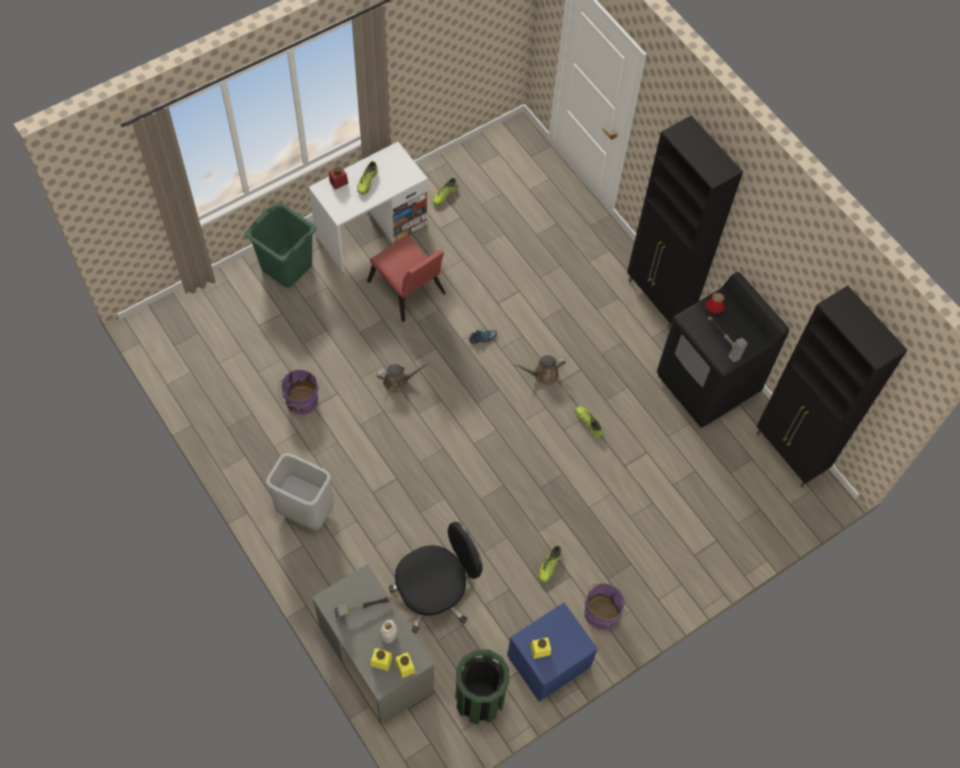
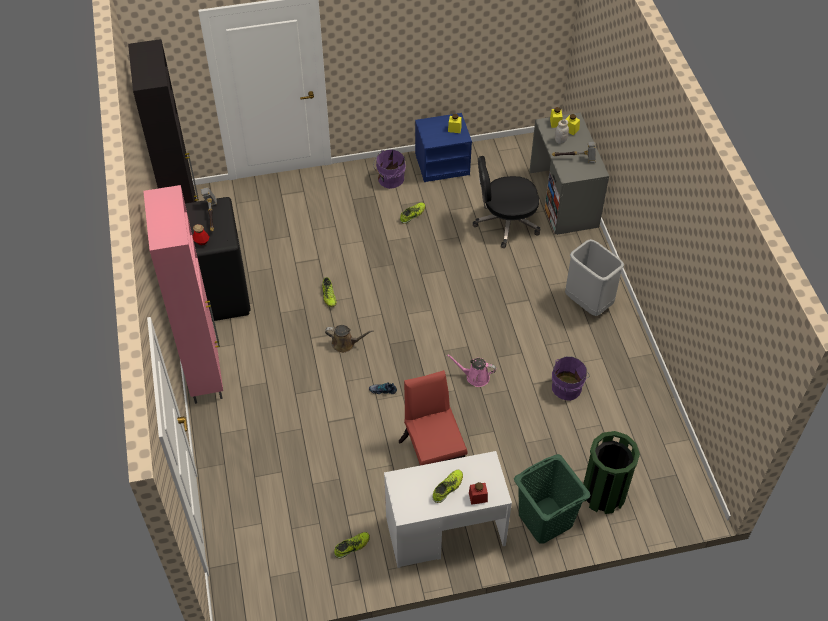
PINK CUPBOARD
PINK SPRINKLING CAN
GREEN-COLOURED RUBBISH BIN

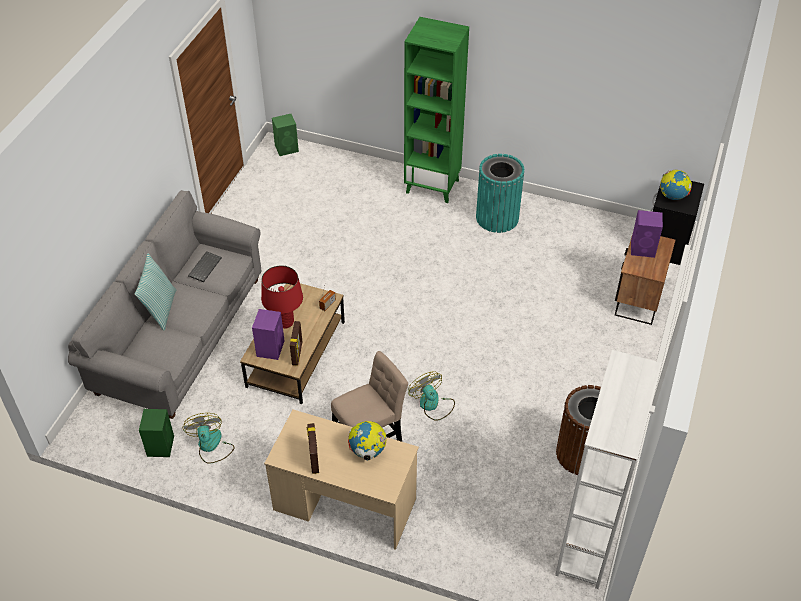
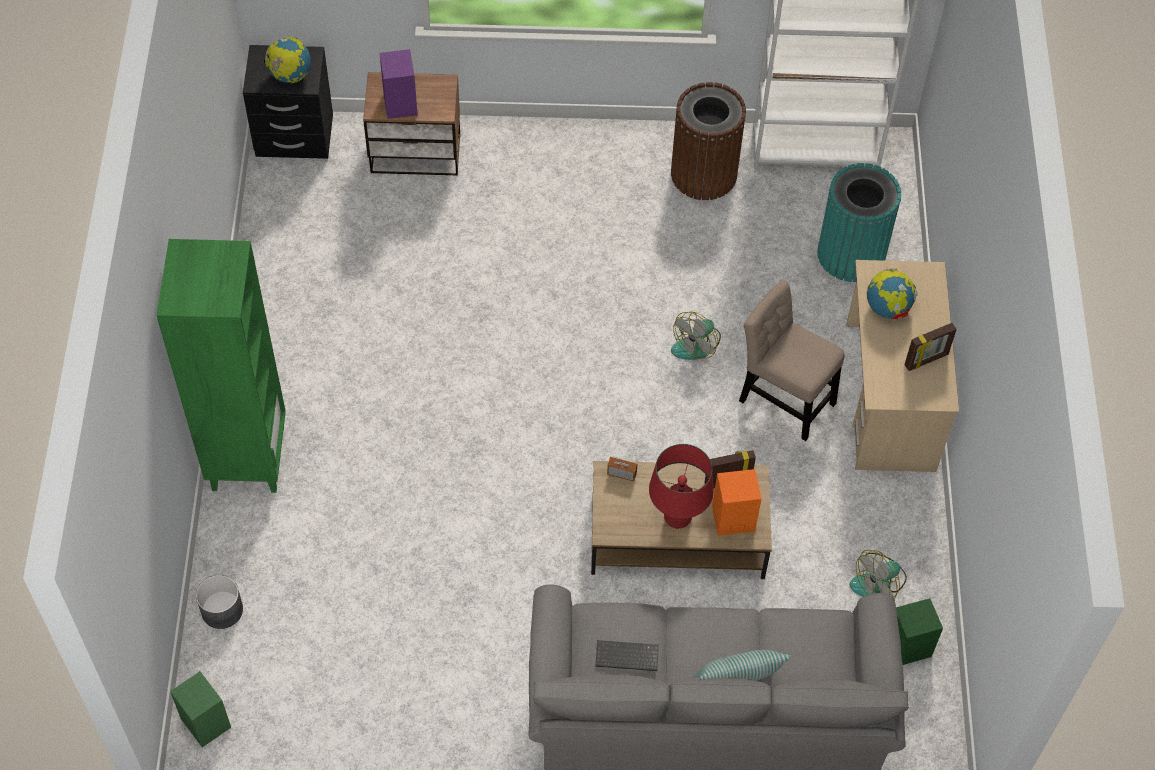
GREYISH PLANTER
ORANGE-COLOURED AUDIO SPEAKER
TURQUOISE-COLOURED RUBBISH BIN

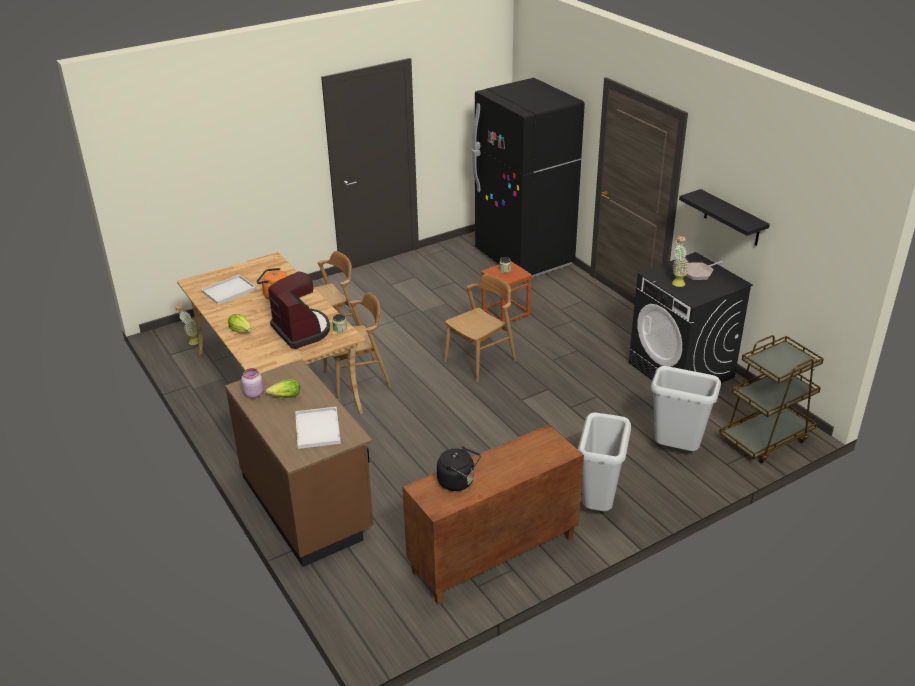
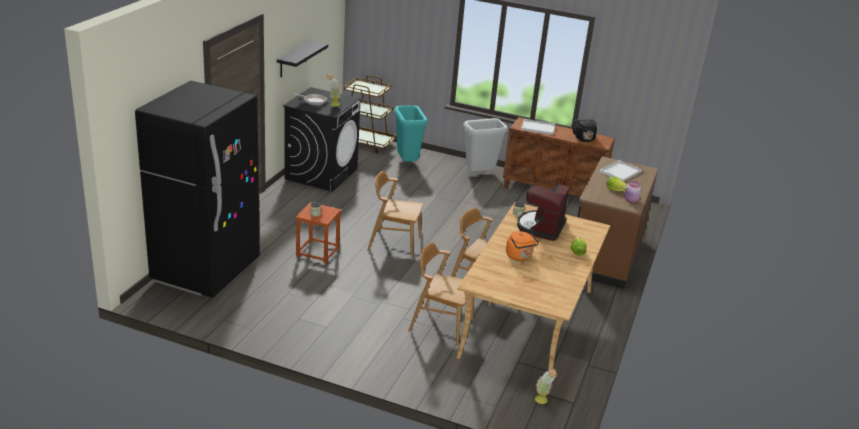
TURQUOISE-COLOURED RUBBISH BIN
WHITISH SERVING TRAY (no. 1 from left)

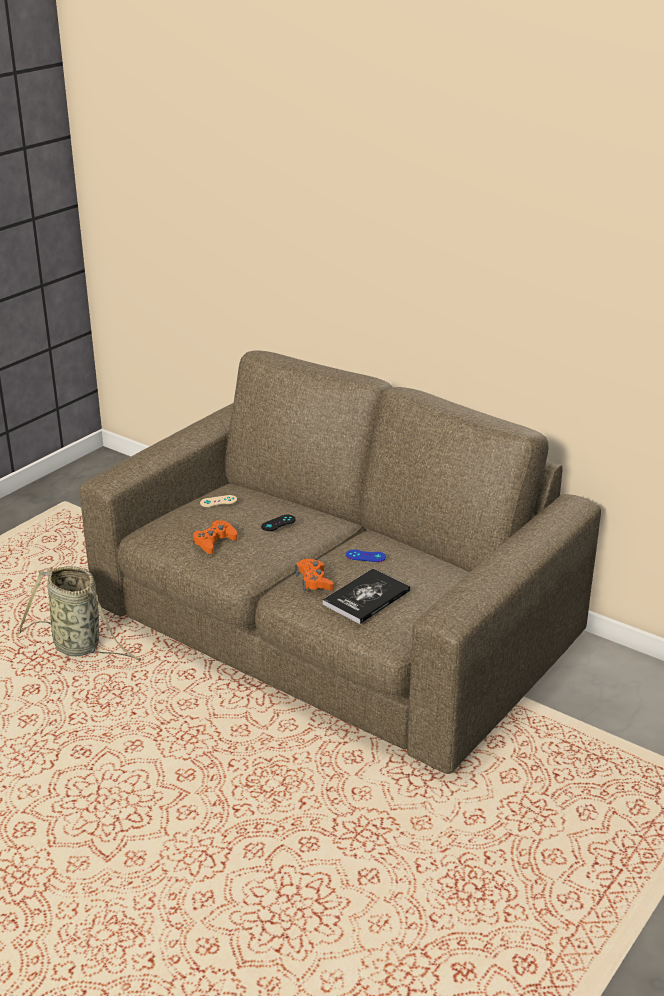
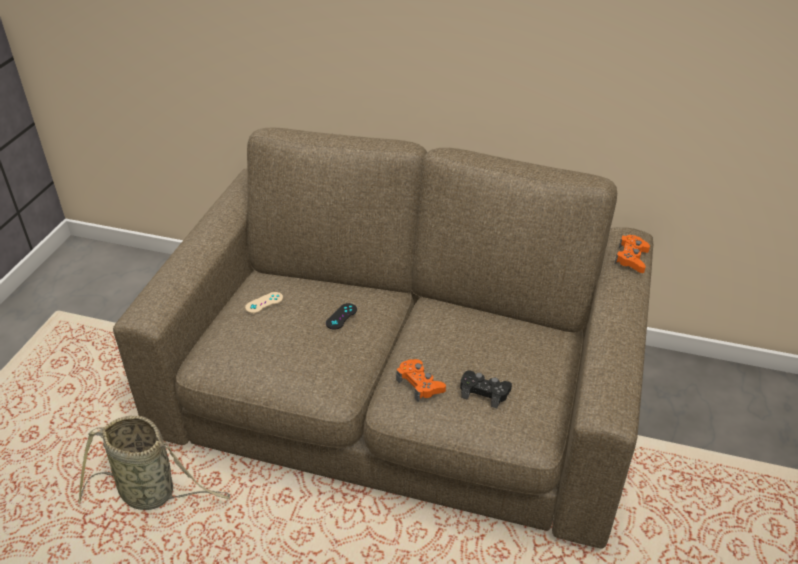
BLACK JOYPAD (no. 2 from left)
ORANGE-COLOURED JOYPAD (no. 2 from left)
BLUISH JOYPAD

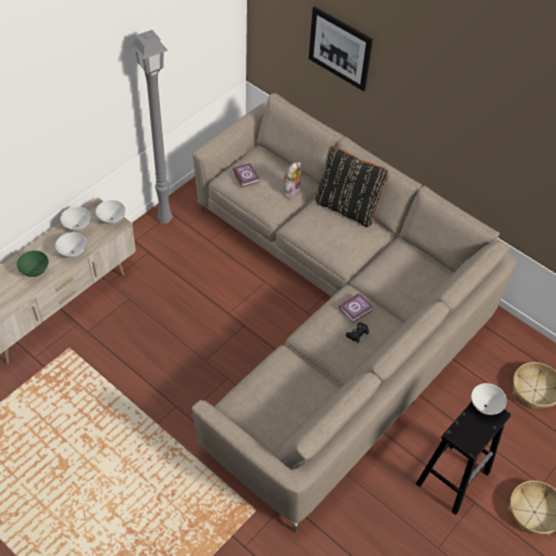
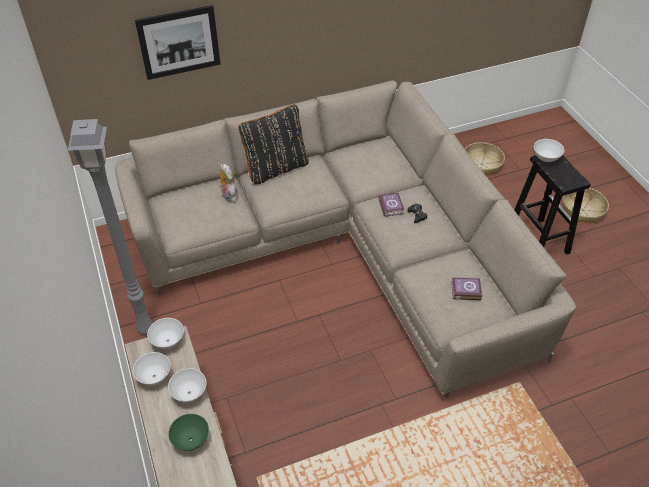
BOUND BOOK (no. 2 from left)

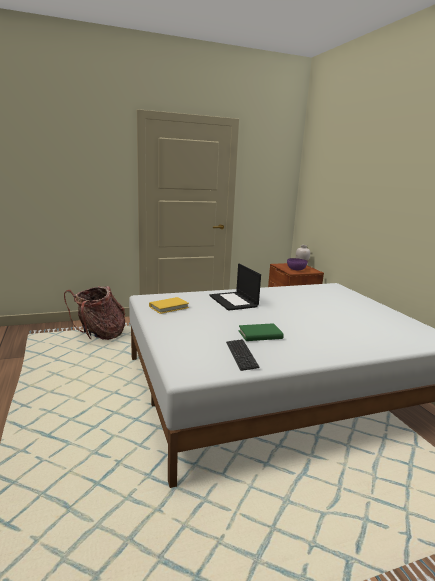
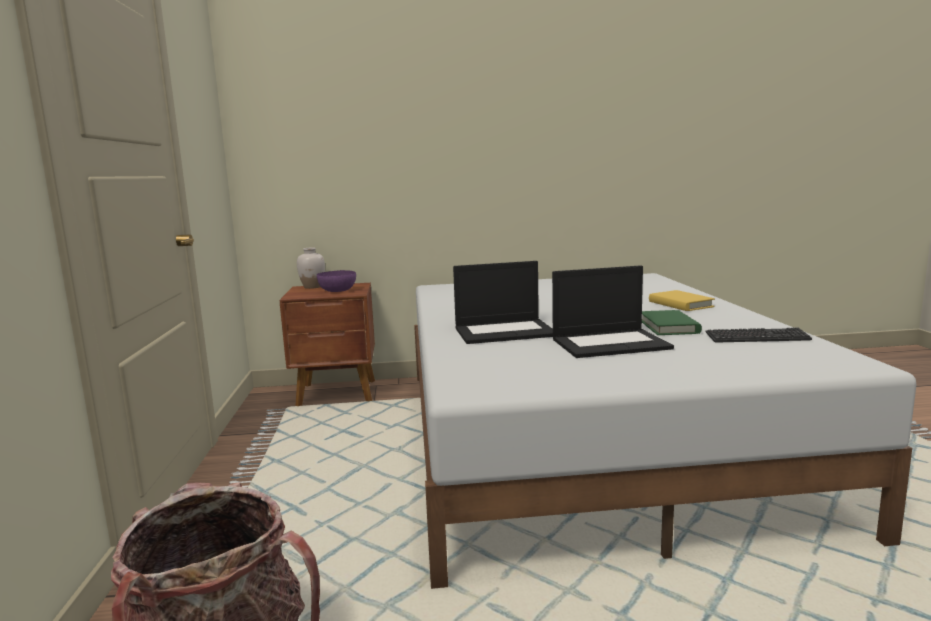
NOTEBOOK COMPUTER (no. 2 from left)
YELLOWISH BOUND BOOK

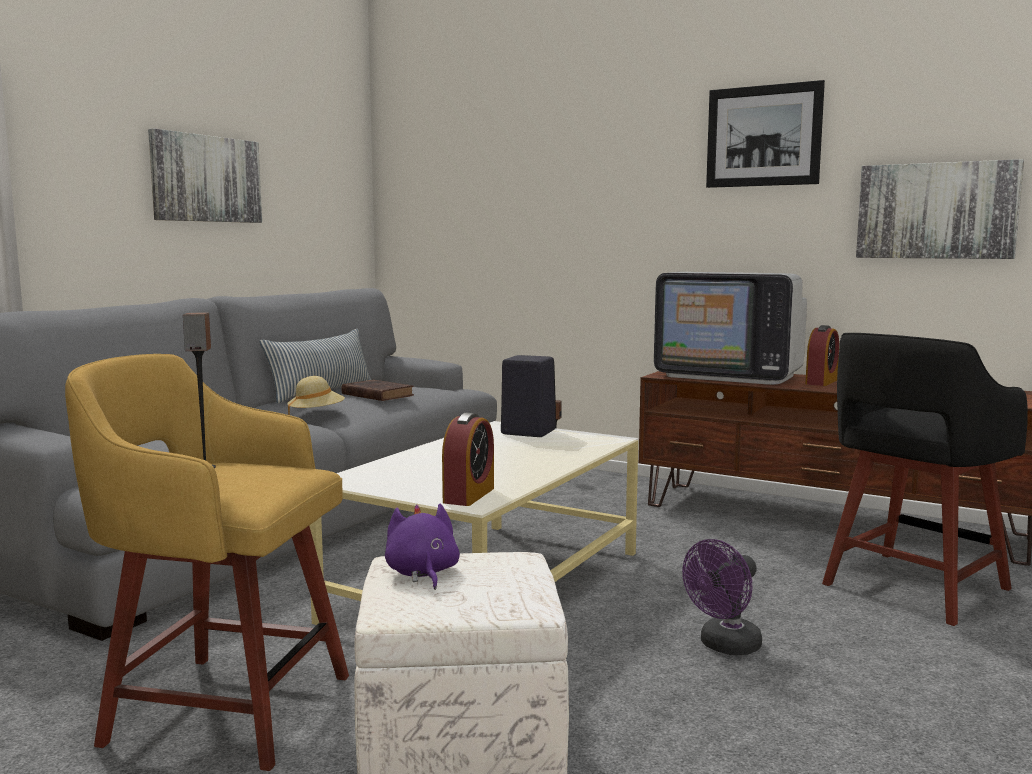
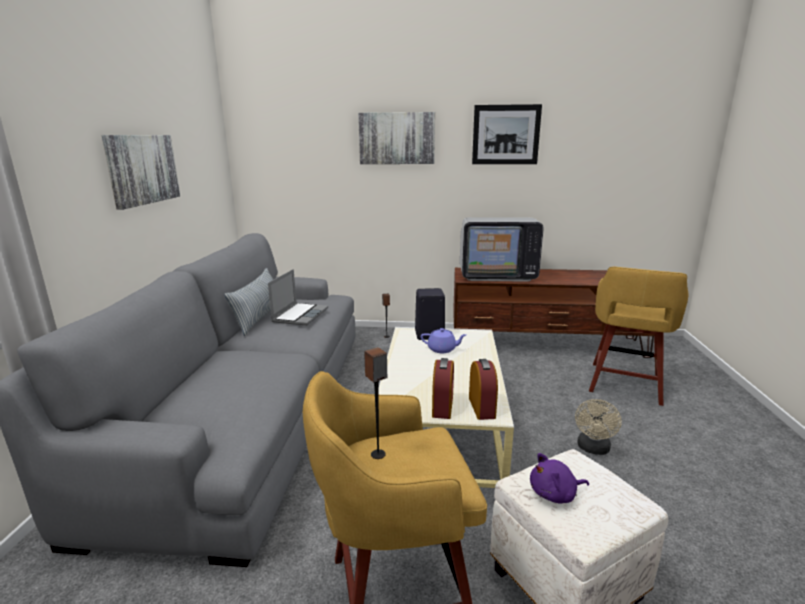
NOTEBOOK COMPUTER
PICTURE (no. 2 from left)
PURPLISH TEA POT
ALARM CLOCK (no. 1 from left)
PURPLISH CUDDLY TOY
BEIGE-COLOURED ELECTRIC FAN
YELLOWISH STOOL SEAT (no. 2 from left)
BEIGE-COLOURED CLOTHING HAT

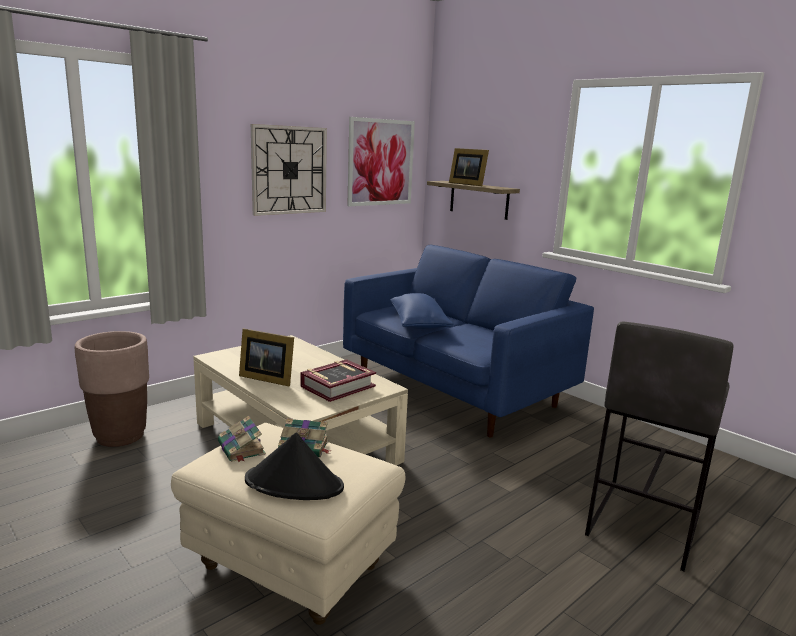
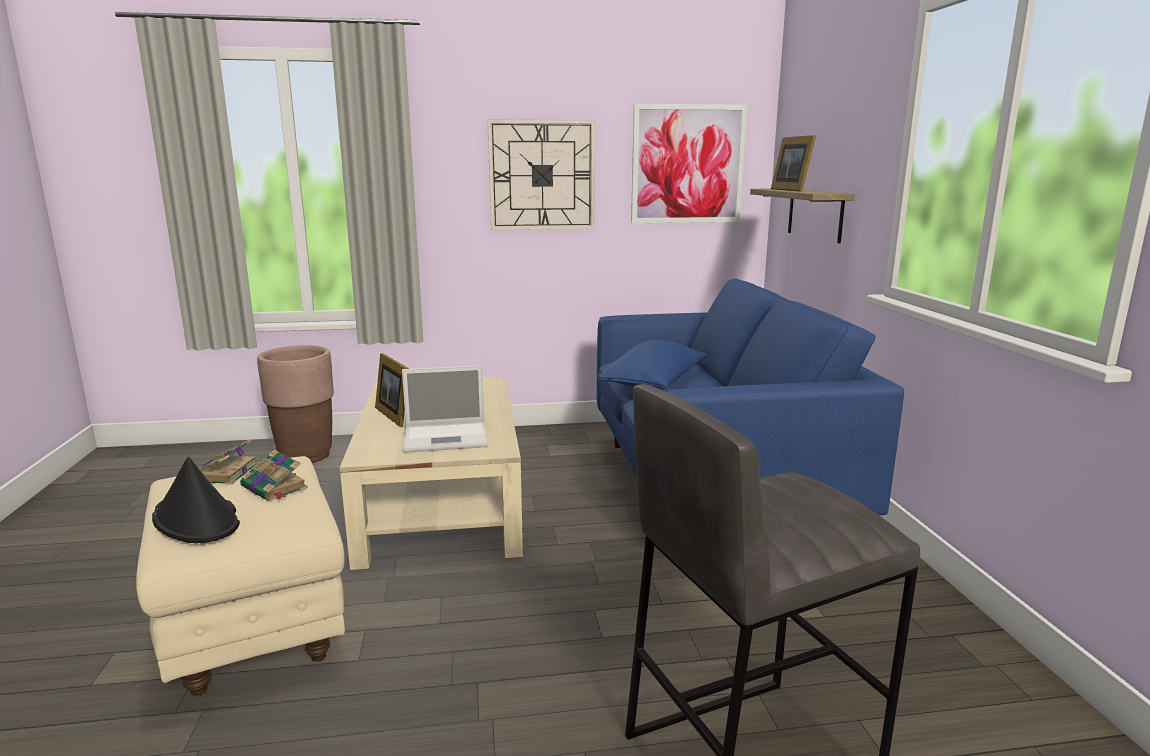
NOTEBOOK COMPUTER

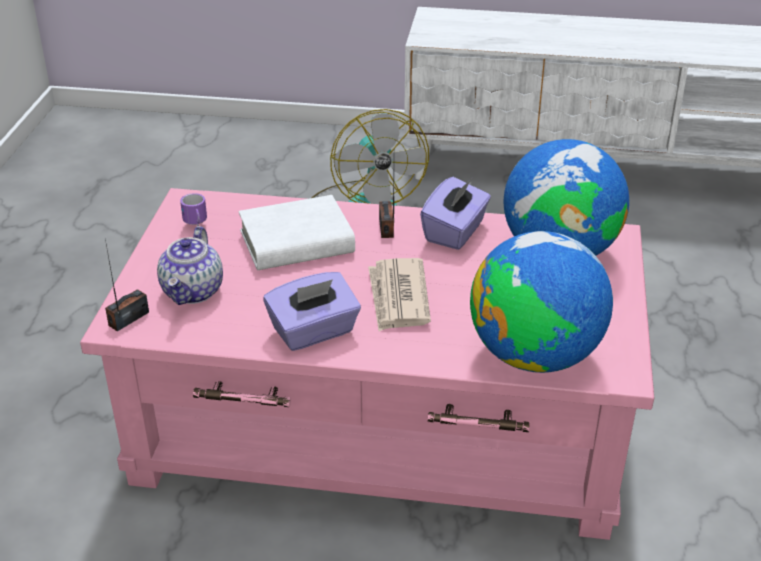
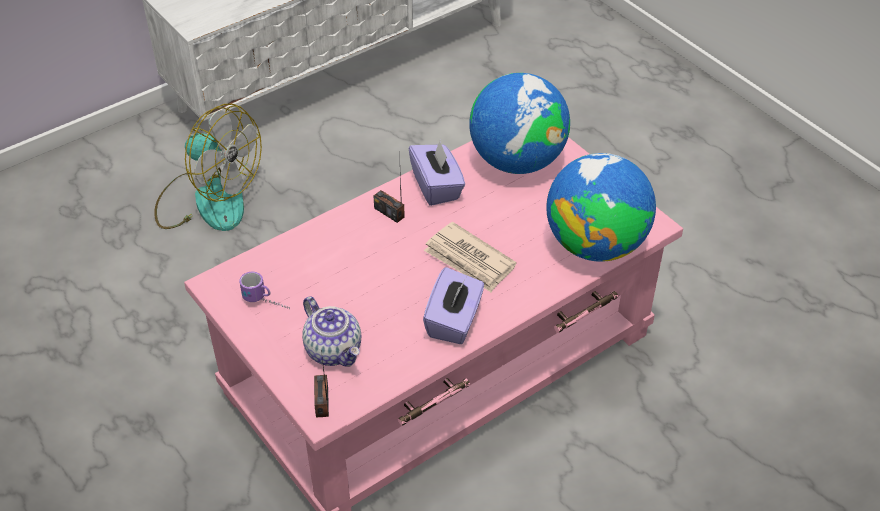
WHITISH BOUND BOOK

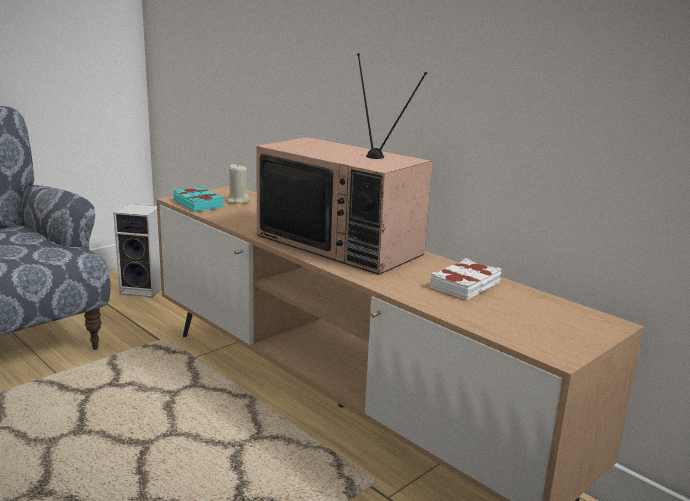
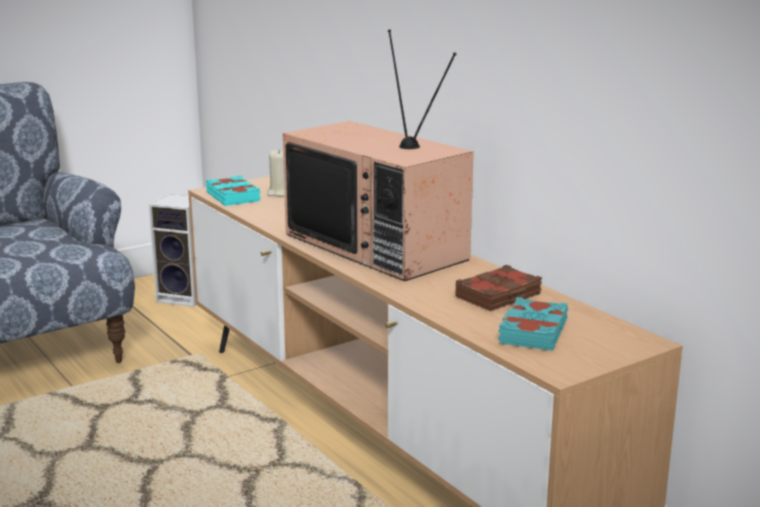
BROWNISH BOUND BOOK
TURQUOISE-COLOURED BOUND BOOK (no. 2 from left)

